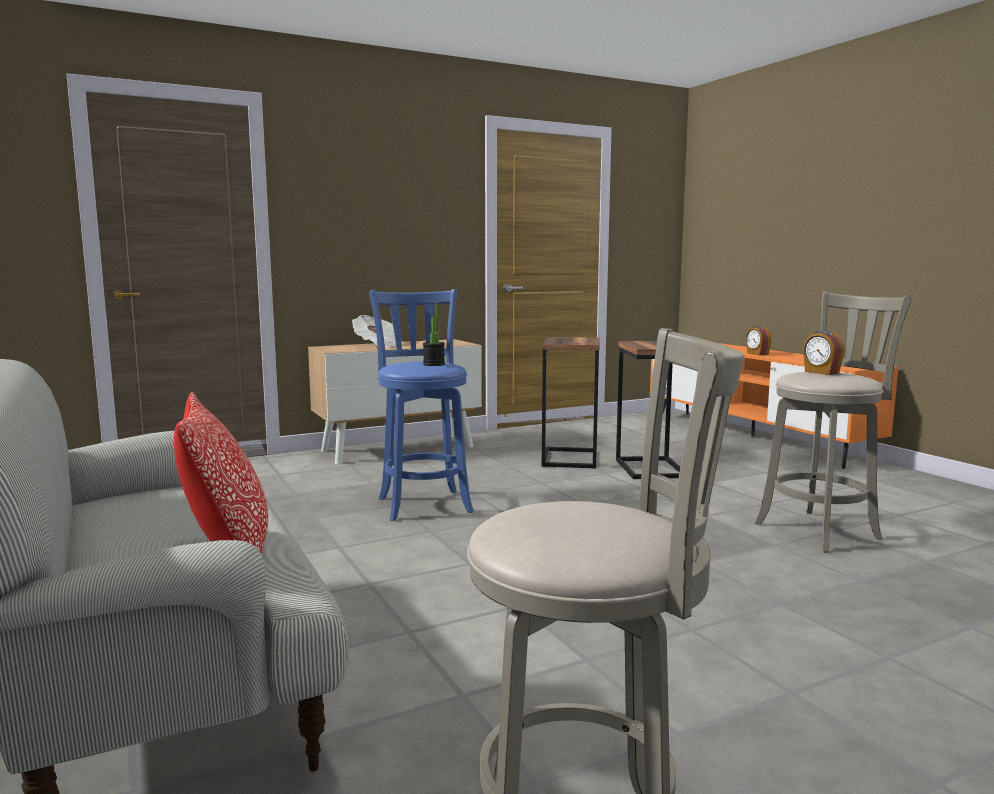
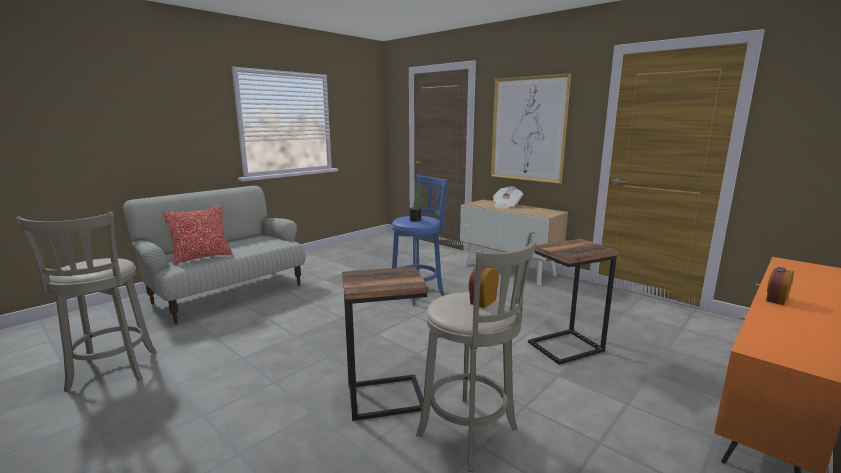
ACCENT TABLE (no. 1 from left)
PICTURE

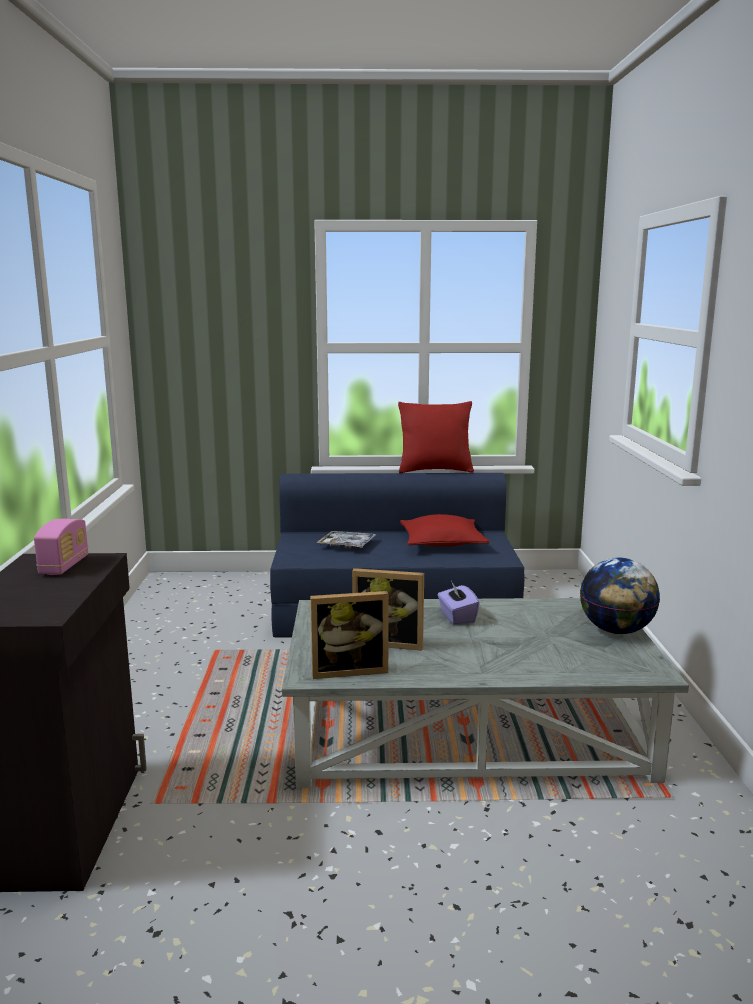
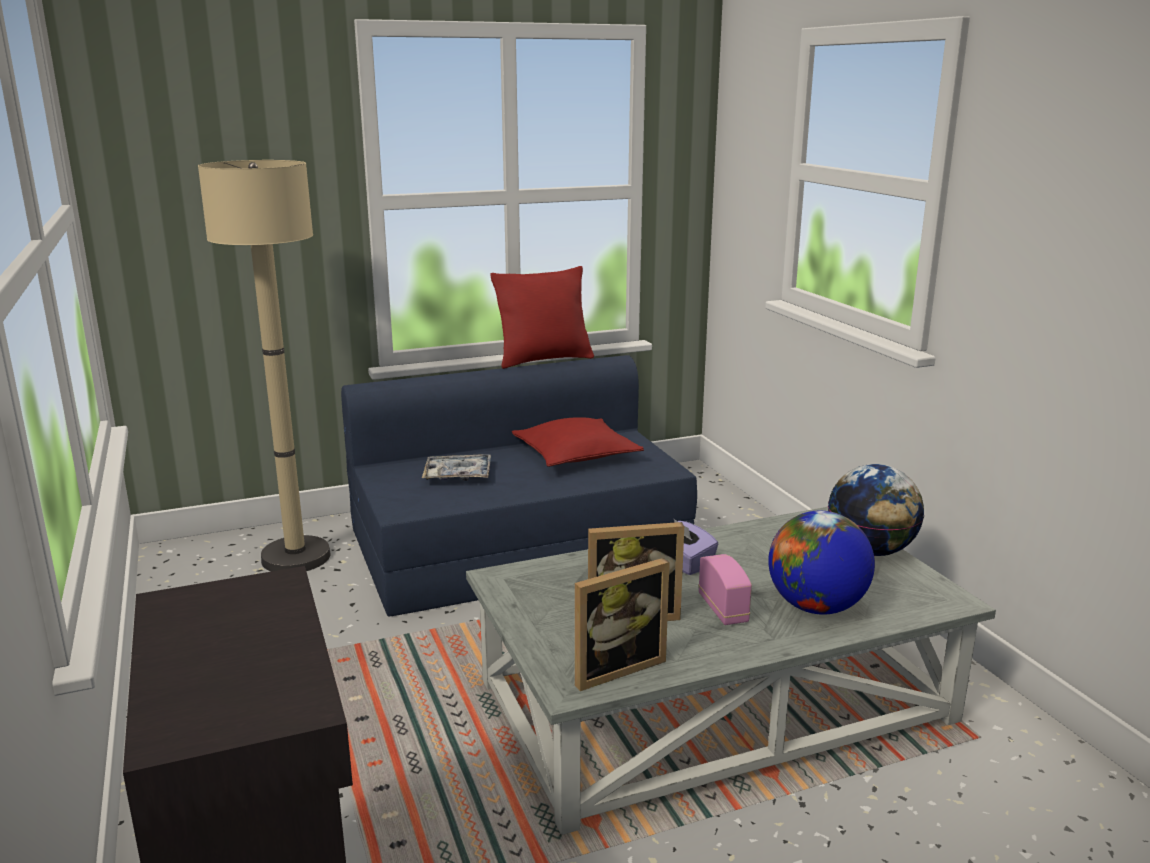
BEIGE-COLOURED STANDING LAMP
RADIO SET
GLOBE (no. 1 from left)

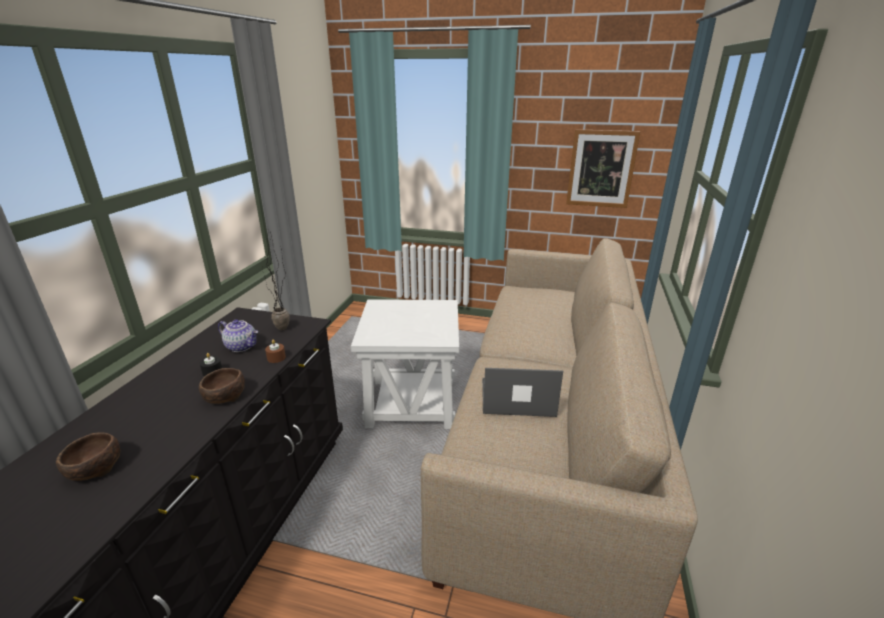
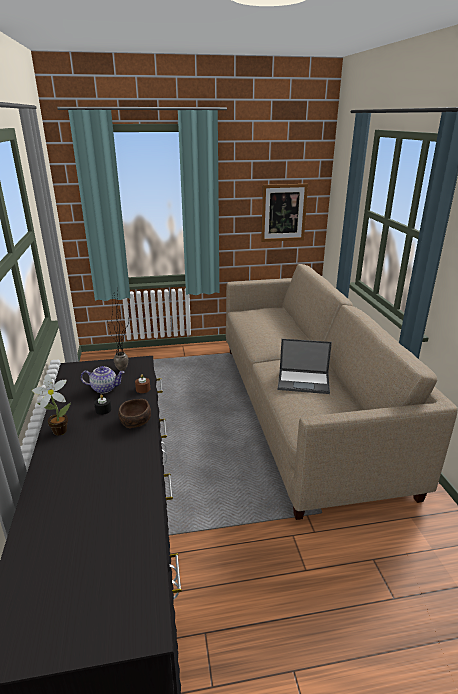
PLANT IN A POT (no. 1 from left)
NOTEBOOK COMPUTER
BROWNISH DEEP DISH (no. 1 from left in the first image)
WHITISH ACCENT TABLE

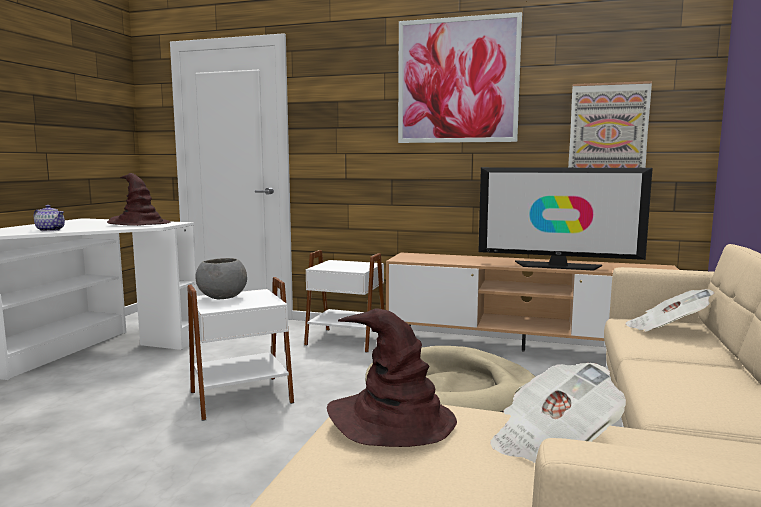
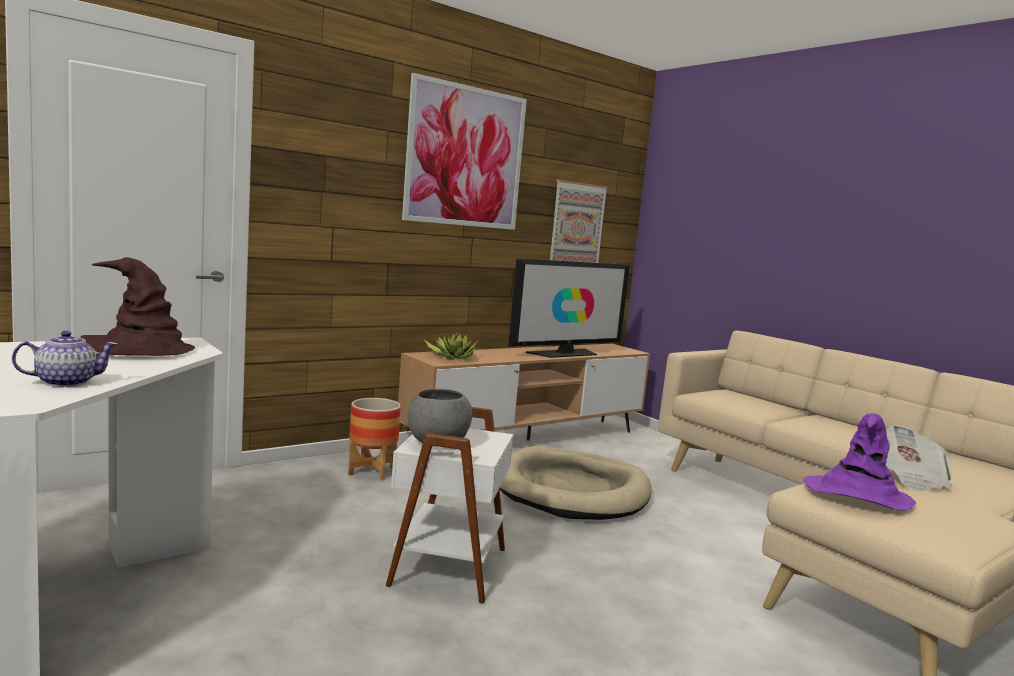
PLANTER
PLANT IN A POT
PURPLISH CLOTHING HAT
DAILY PAPER (no. 2 from left in the first image)

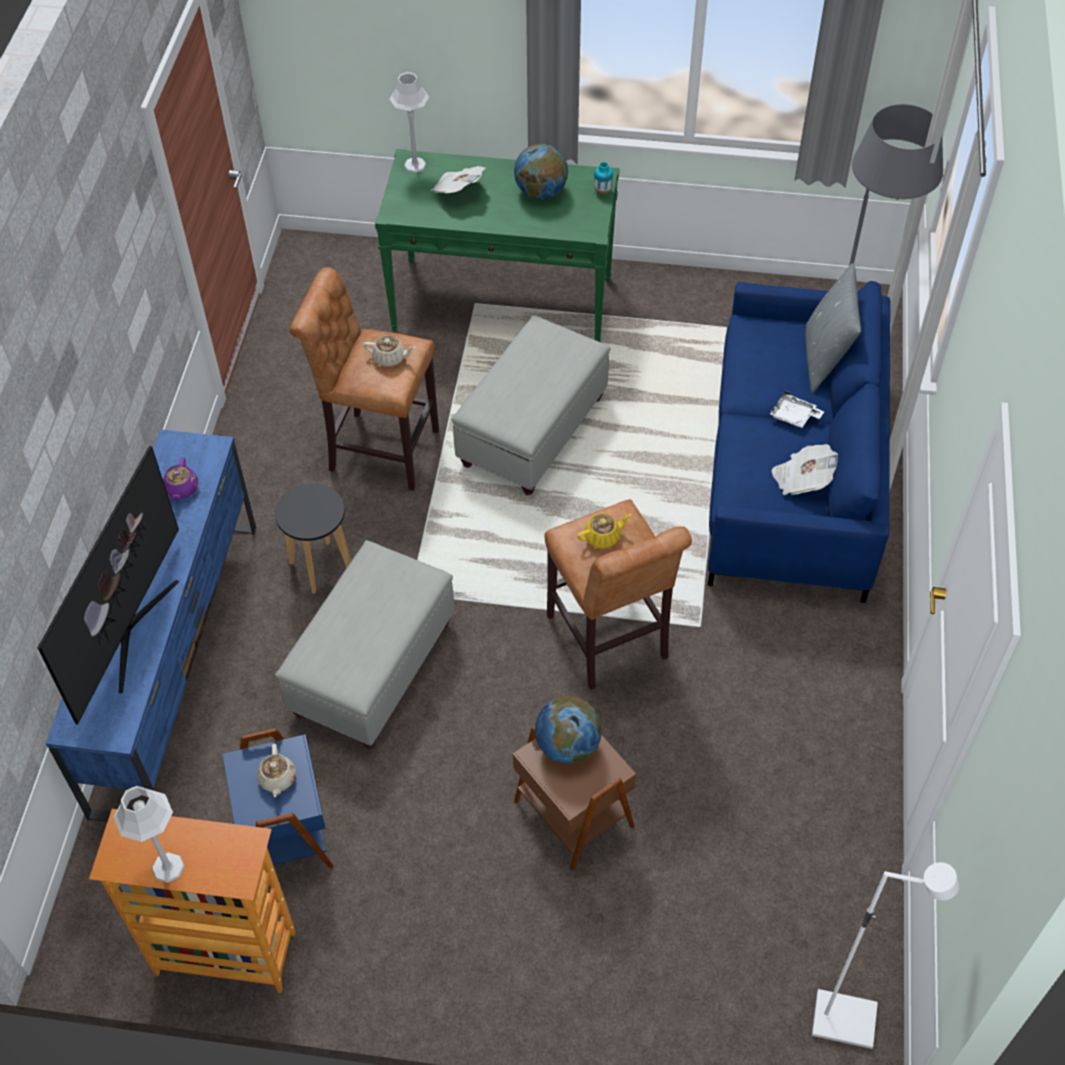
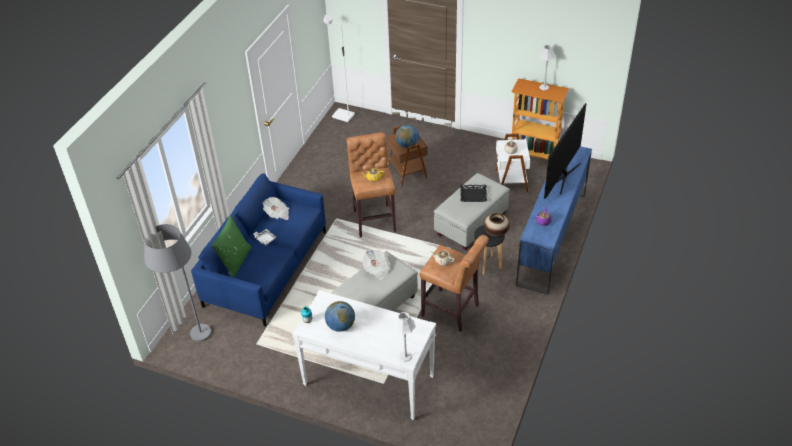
GREEN-COLOURED THROW PILLOW
WHITISH CONSOLE TABLE
DAILY PAPER (no. 2 from left)
BLACK SERVING TRAY
VASE (no. 2 from left)
WHITISH ACCENT TABLE

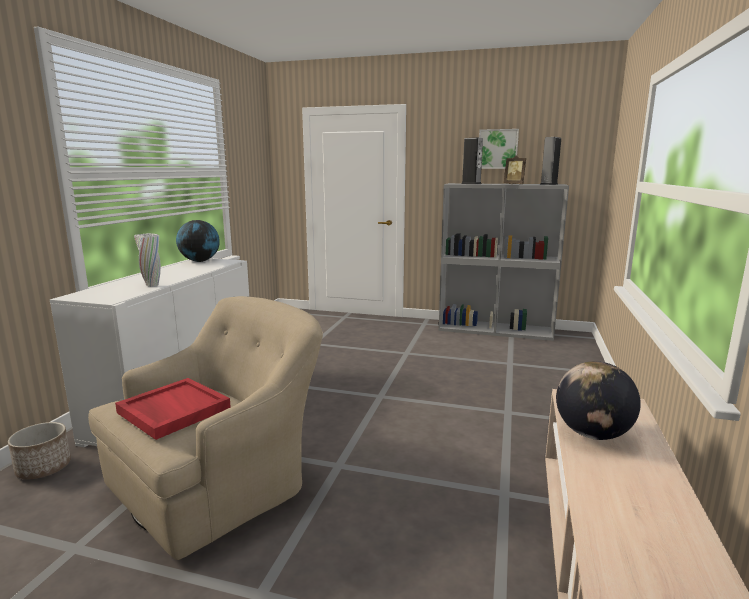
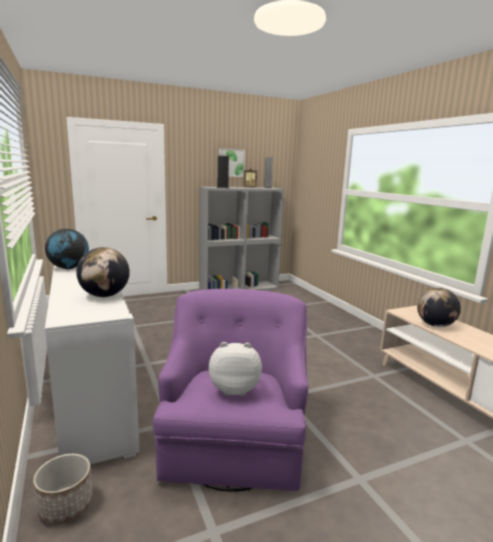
GLOBE (no. 2 from left)
PURPLISH EASY CHAIR
CUDDLY TOY

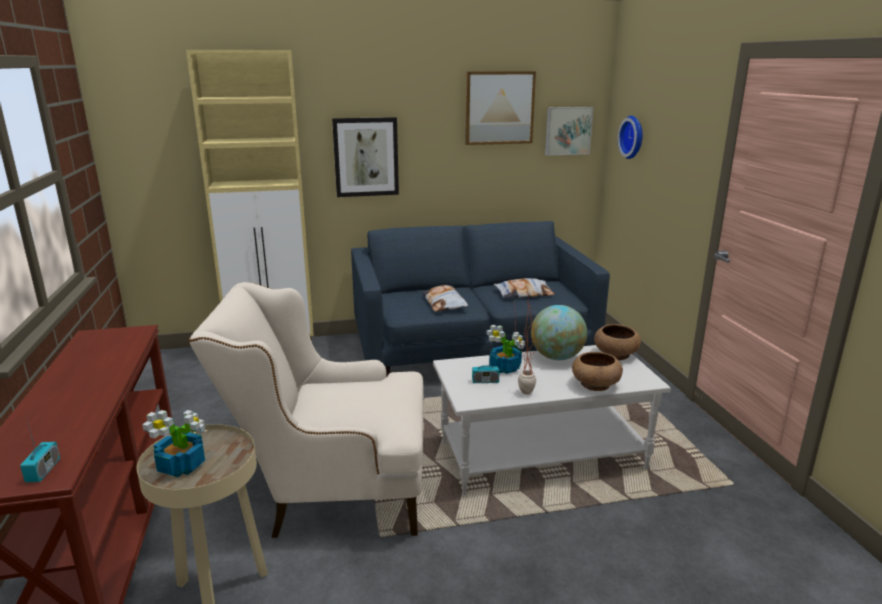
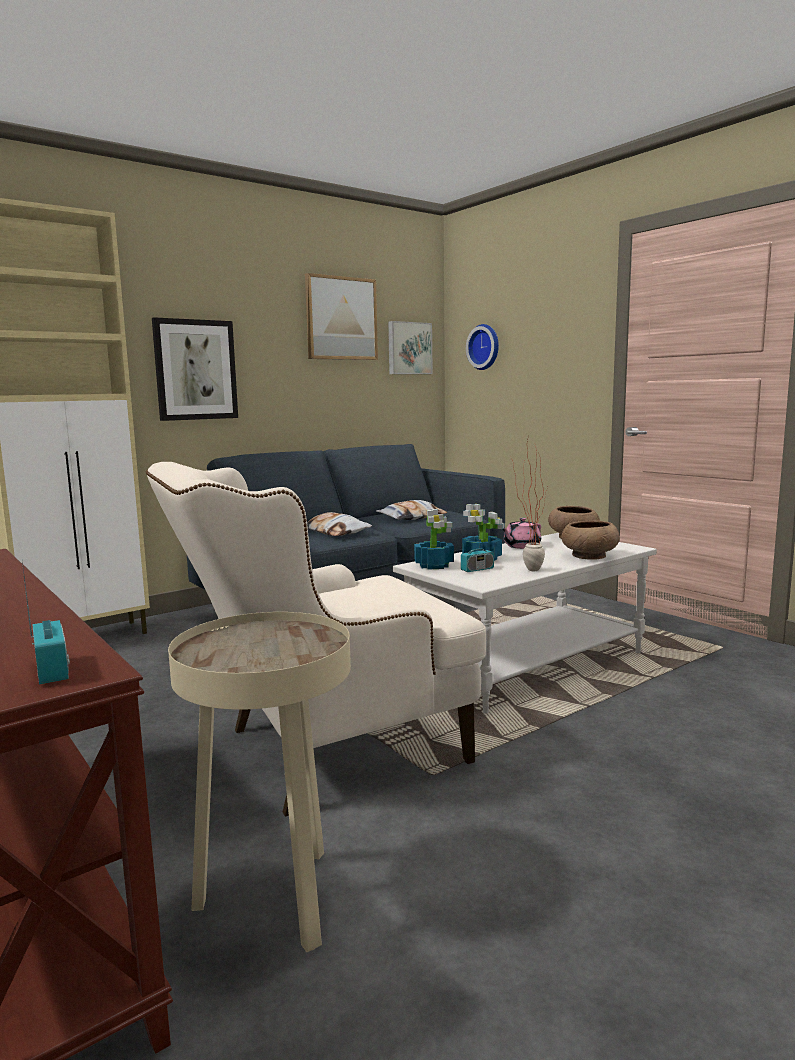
PLANT IN A POT (no. 1 from left)
PINK TEA POT

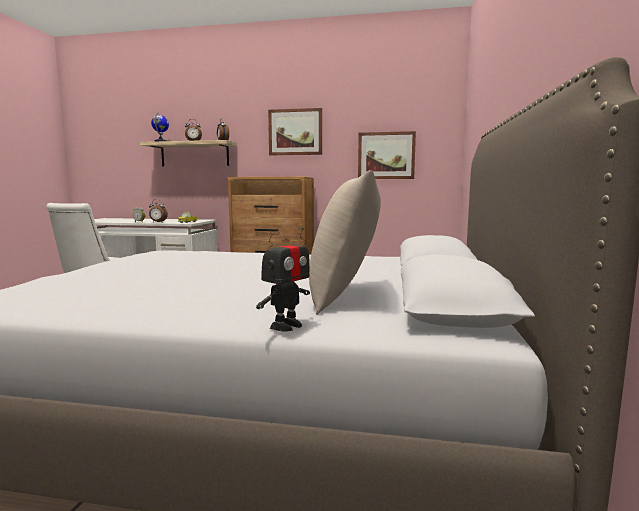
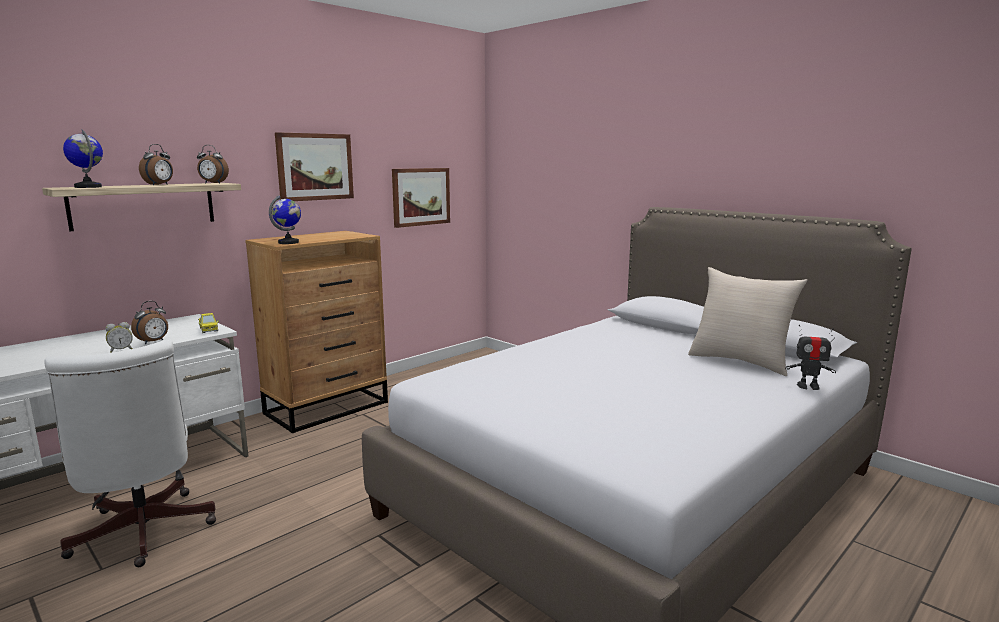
GLOBE (no. 2 from left)
MODEL ROBOT

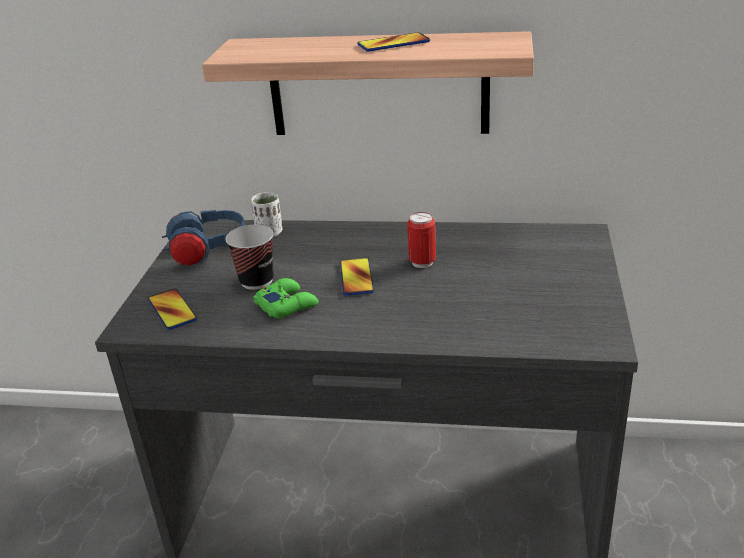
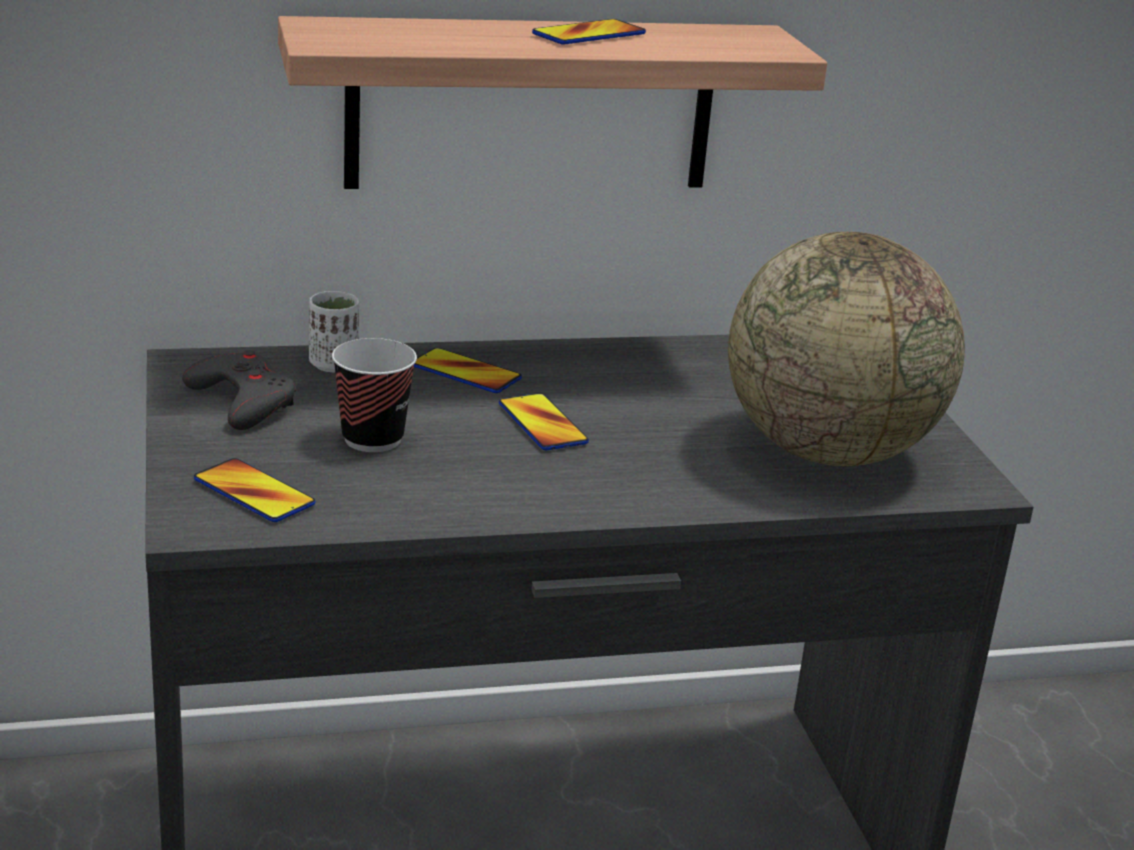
GREYISH JOYPAD
TELEPHONE (no. 2 from left)
GLOBE
GREEN-COLOURED JOYPAD
METAL CAN

